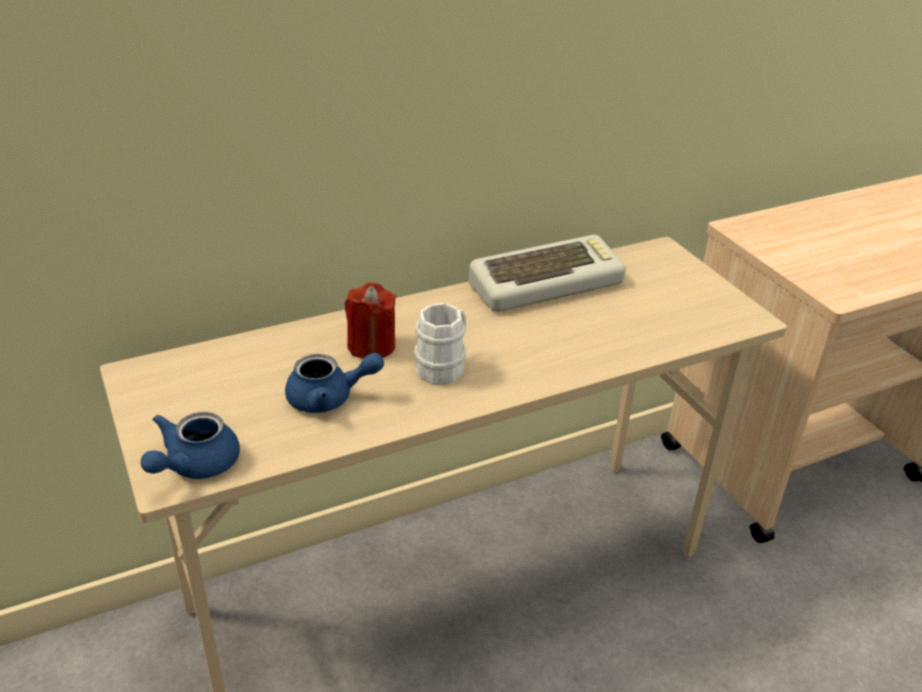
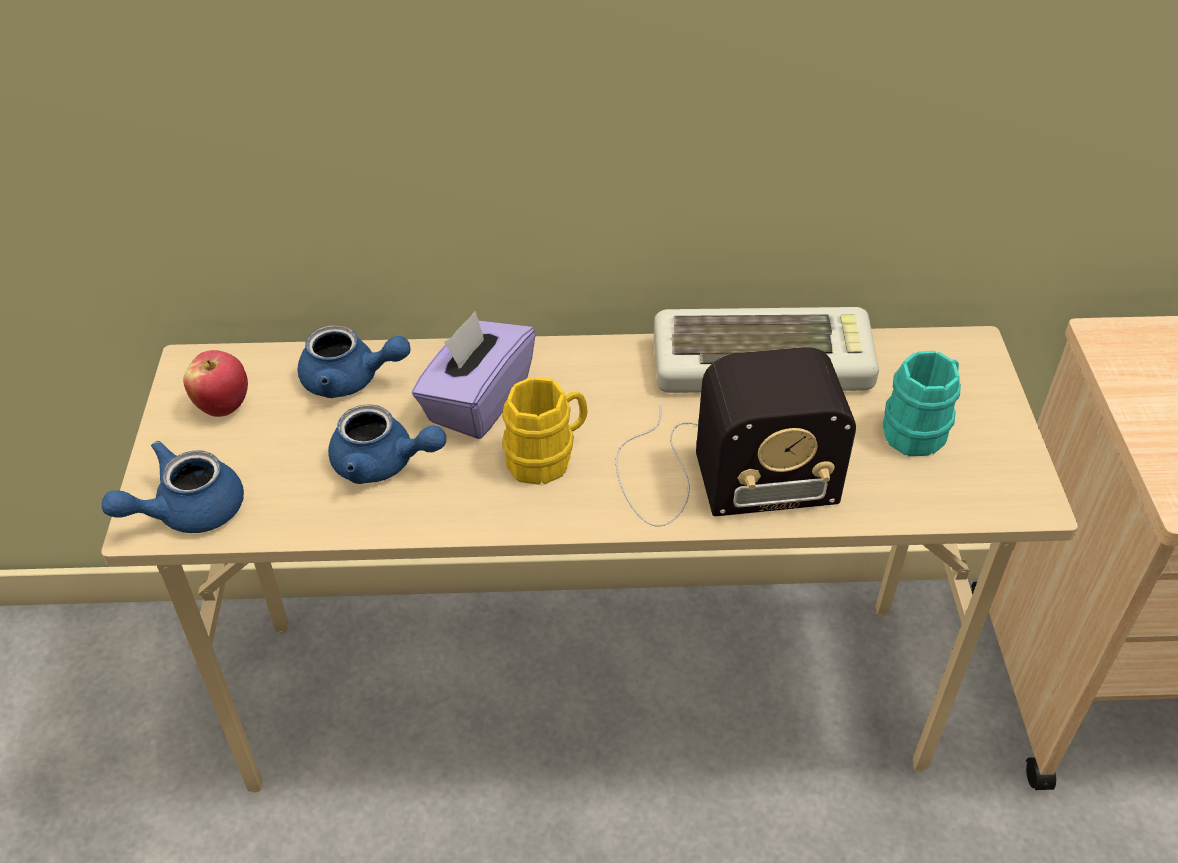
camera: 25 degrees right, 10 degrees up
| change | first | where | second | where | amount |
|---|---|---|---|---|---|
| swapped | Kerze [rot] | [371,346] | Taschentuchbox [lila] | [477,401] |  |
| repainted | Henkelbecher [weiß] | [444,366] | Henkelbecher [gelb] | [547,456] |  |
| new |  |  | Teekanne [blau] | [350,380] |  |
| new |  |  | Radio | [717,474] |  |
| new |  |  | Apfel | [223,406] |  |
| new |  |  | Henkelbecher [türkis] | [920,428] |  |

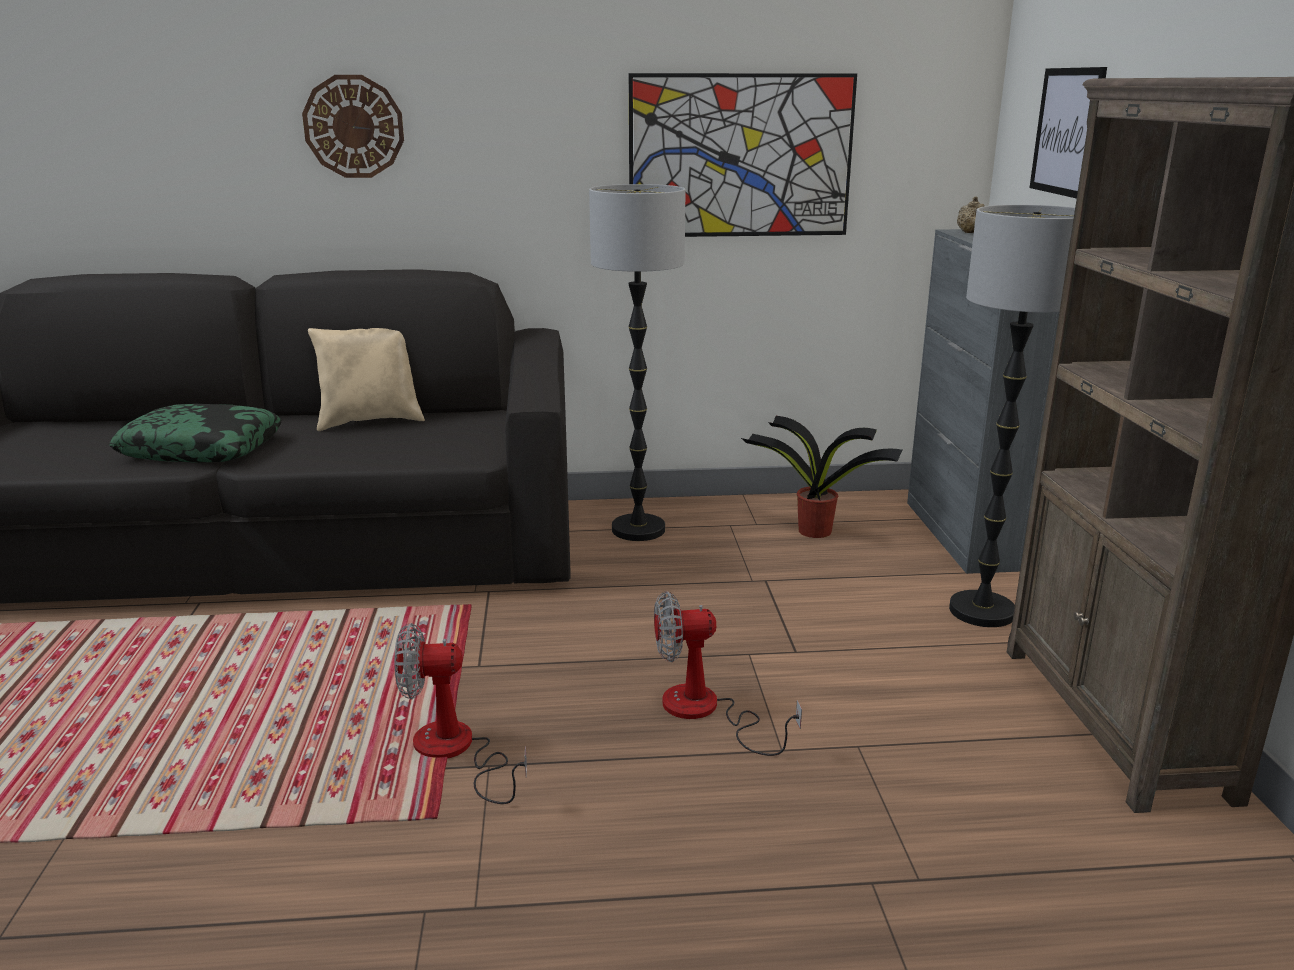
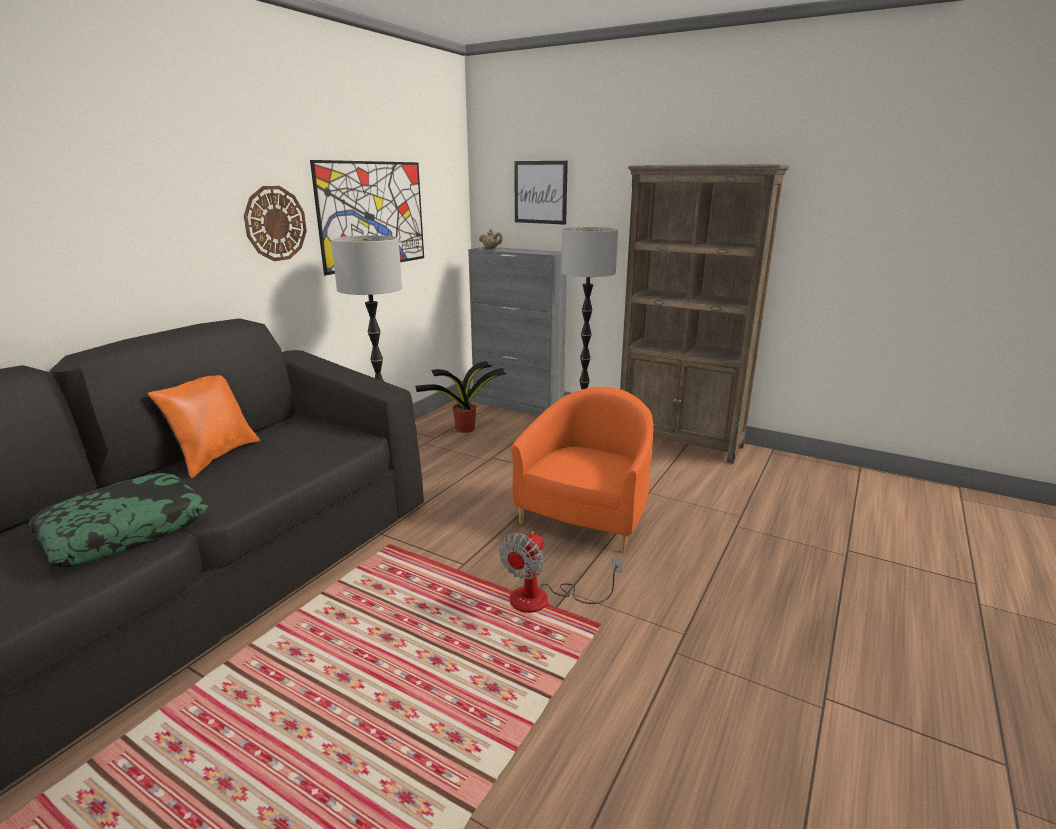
camera: 55 degrees left, 0 degrees up
| change | first | where | second | where | amount |
|---|---|---|---|---|---|
| shifted | Wanduhr | [354,127] |  | [275,223] |  |
| repainted | Kissen [beige] | [371,421] | Kissen [orange] | [215,457] |  |
| swapped | Ventilator | [706,712] | Sessel [orange] | [587,515] |  |

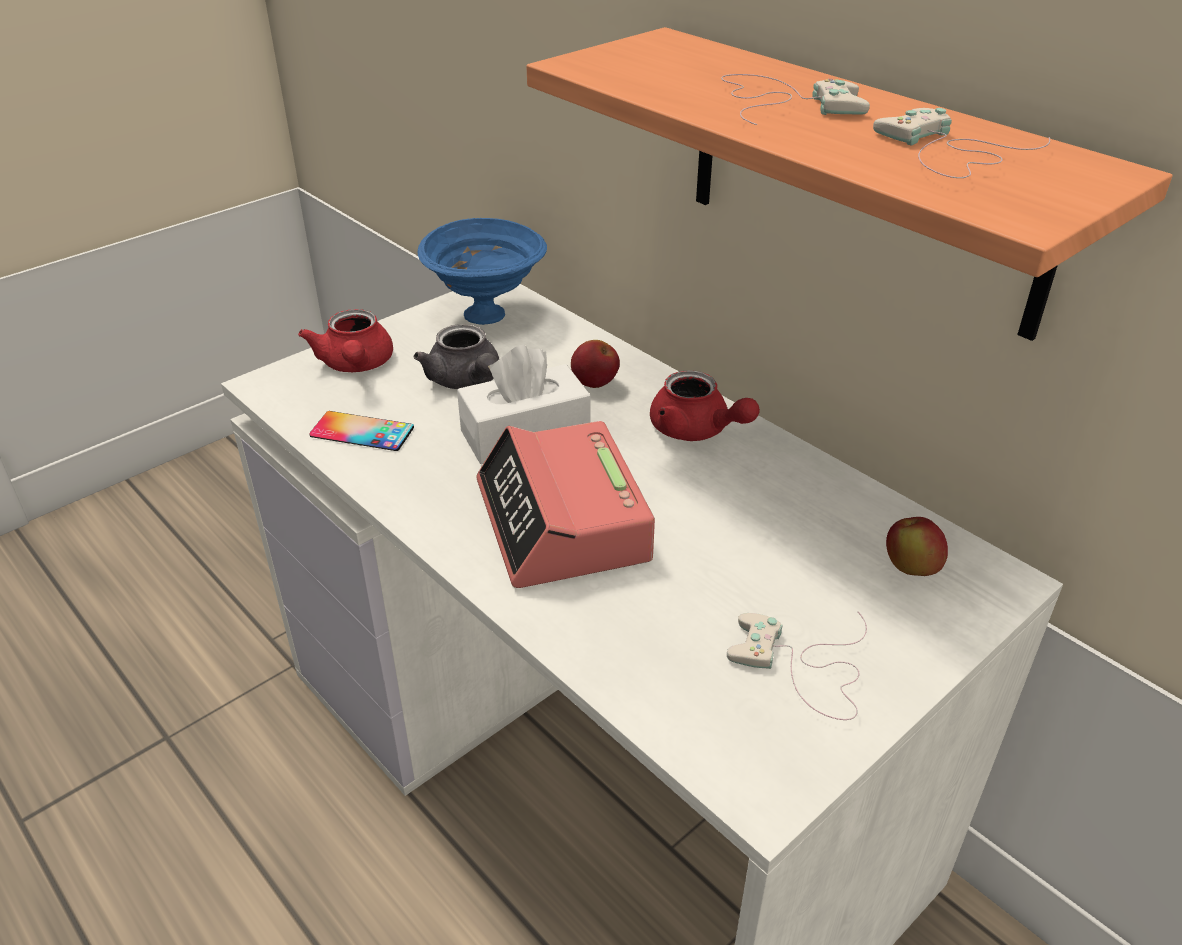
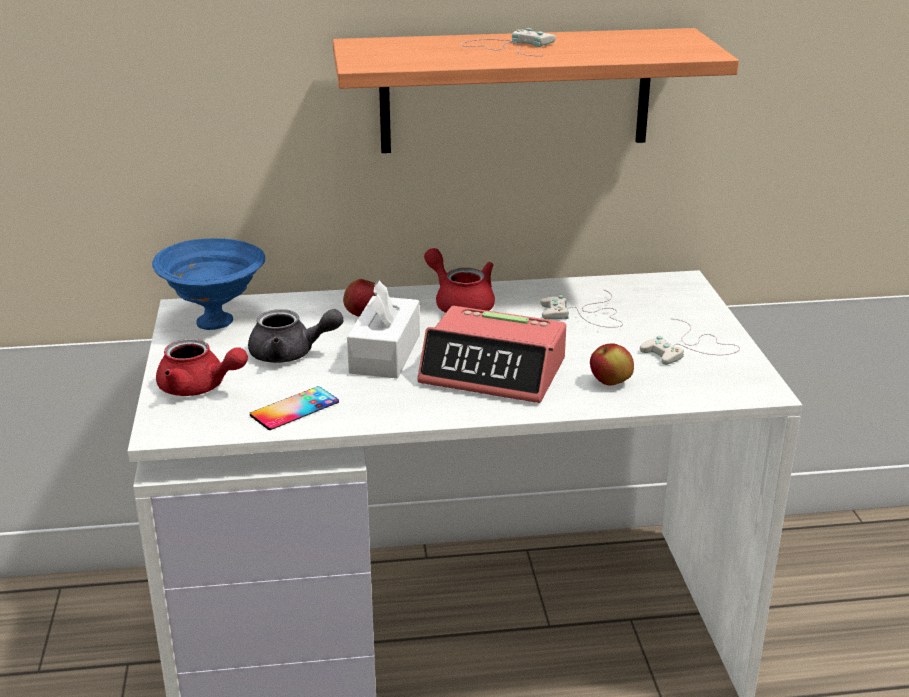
camera: 55 degrees left, 10 degrees down
| change | first | where | second | where | amount |
|---|---|---|---|---|---|
| shifted | Gamepad [weiß] | [948,153] |  | [585,315] |  |
| rotated | Teekanne [rot] | [696,430] |  | [460,303] | 120 degrees counterclockwise |
| shifted | Apfel | [911,569] |  | [610,383] |  |

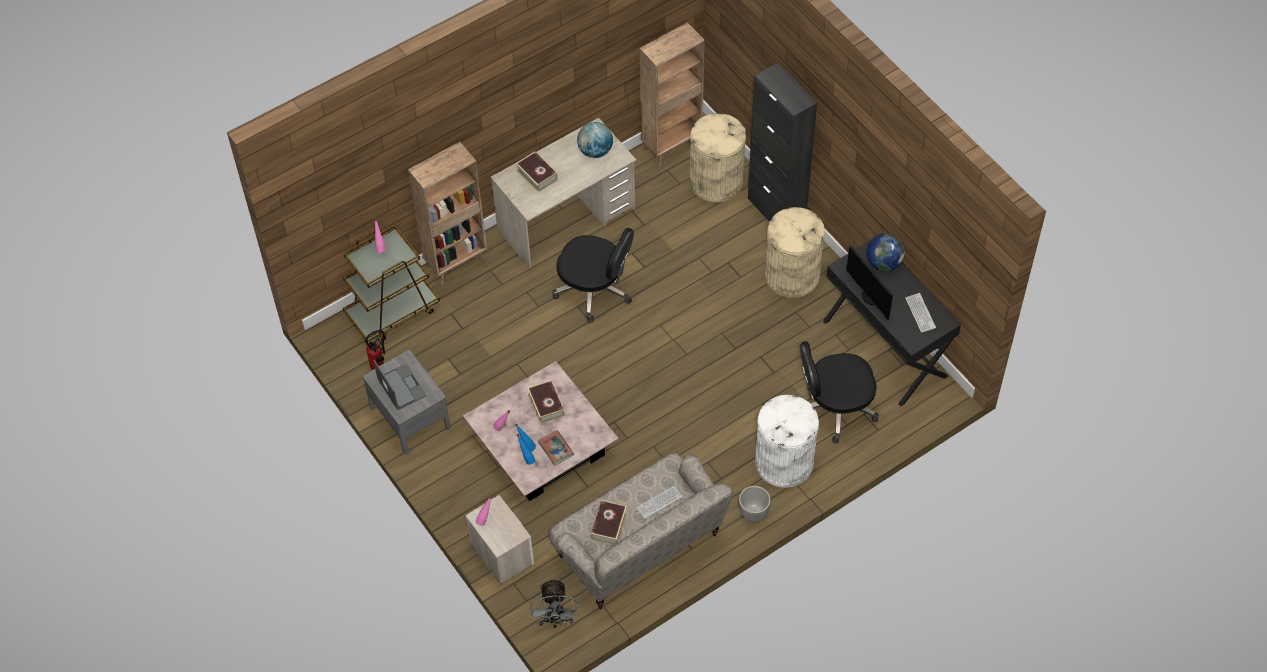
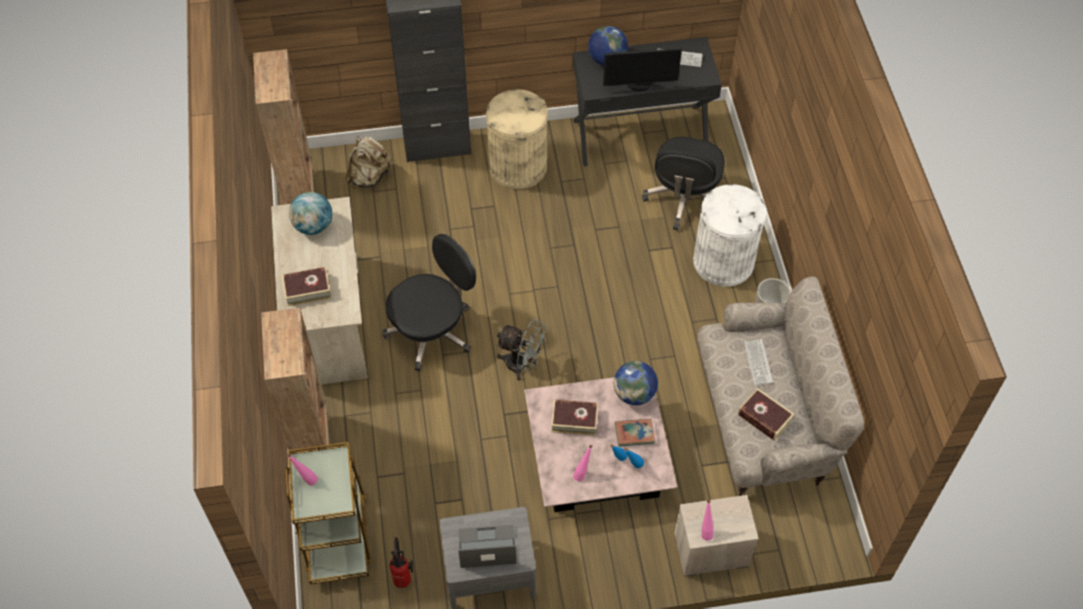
camera: 65 degrees left, 0 degrees up
| change | first | where | second | where | amount |
|---|---|---|---|---|---|
| swapped | Mülleimer [beige] | [716,181] | Rucksack [beige] | [369,177] |  |
| shifted | Ventilator [grau] | [556,620] |  | [522,365] |  |
| new |  |  | Globus | [634,394] |  |

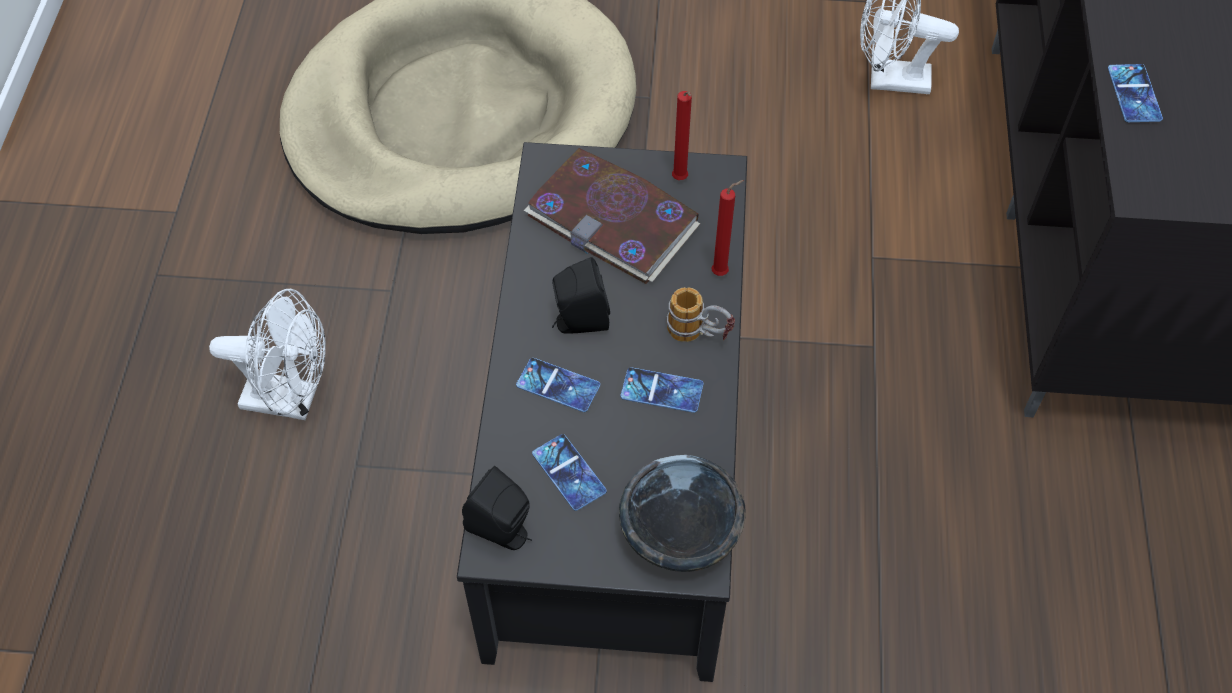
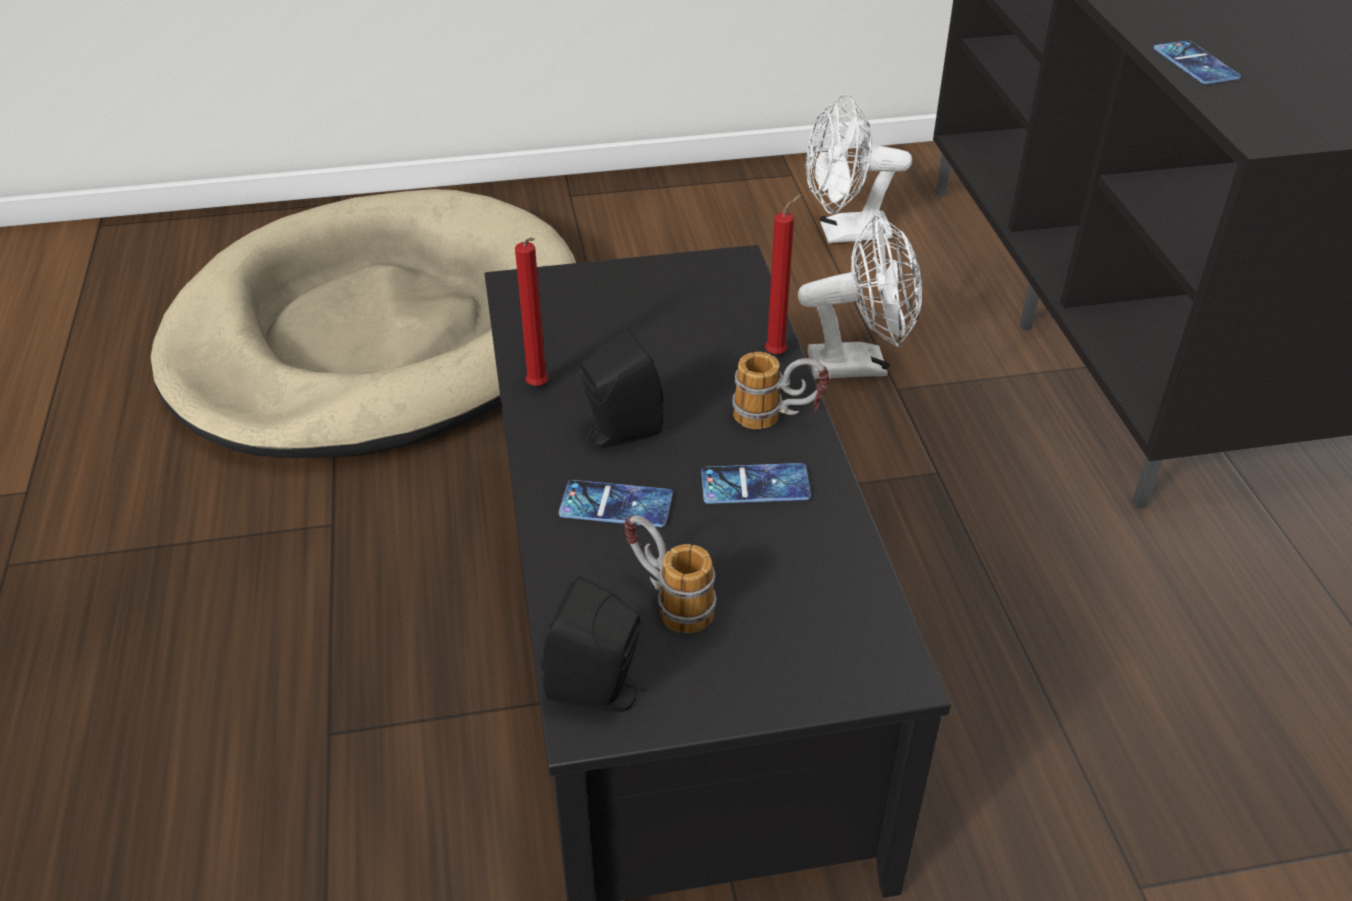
camera: 15 degrees left, 15 degrees down
| change | first | where | second | where | amount |
|---|---|---|---|---|---|
| shifted | Kerze [rot] | [680,180] |  | [539,388] |  |
| gone | Buch | [613,220] |  |  |  |
| shifted | Ventilator [weiß] | [291,399] |  | [860,364] |  |
| swapped | Handy | [569,472] | Henkelbecher | [667,600] |  |
| gone | Schüssel [schwarz] | [680,532] |  |  |  |

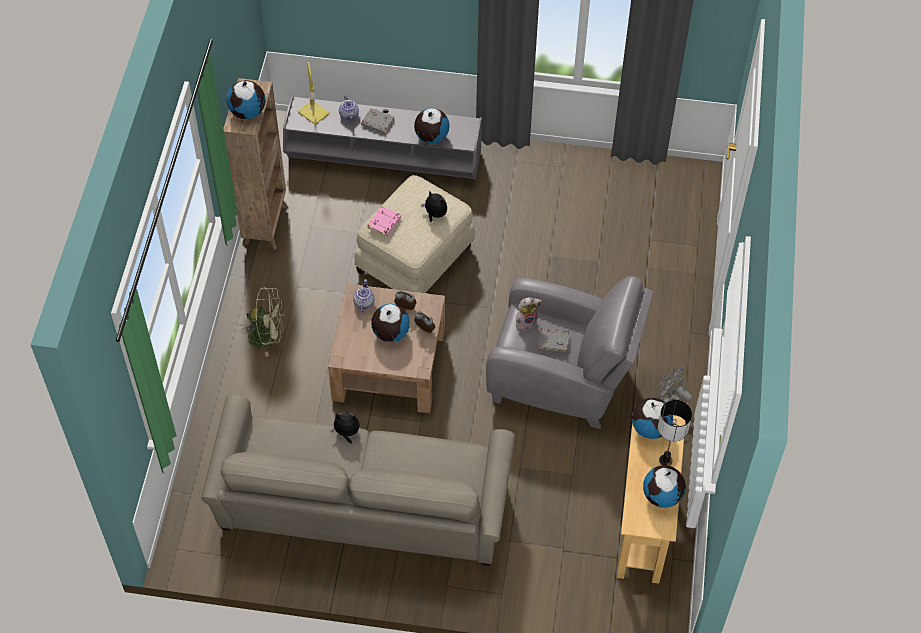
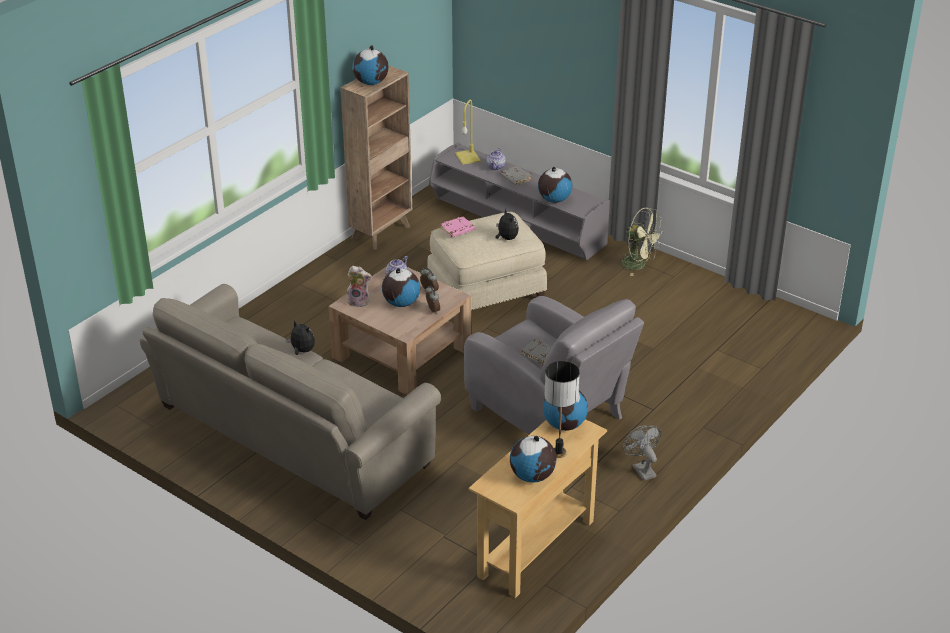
camera: 30 degrees right, 20 degrees down
| change | first | where | second | where | amount |
|---|---|---|---|---|---|
| shifted | Ventilator [grün] | [267,337] |  | [639,265] |  |
| shifted | Plüschtier | [526,322] |  | [359,301] |  |

